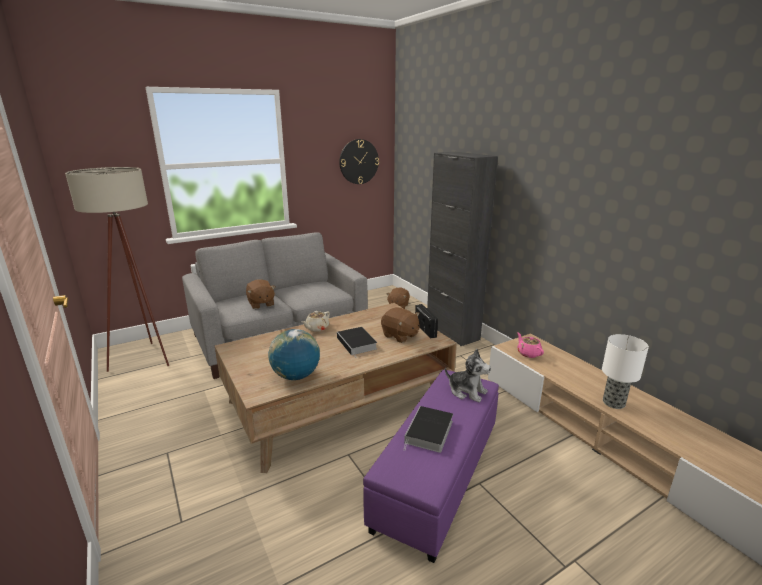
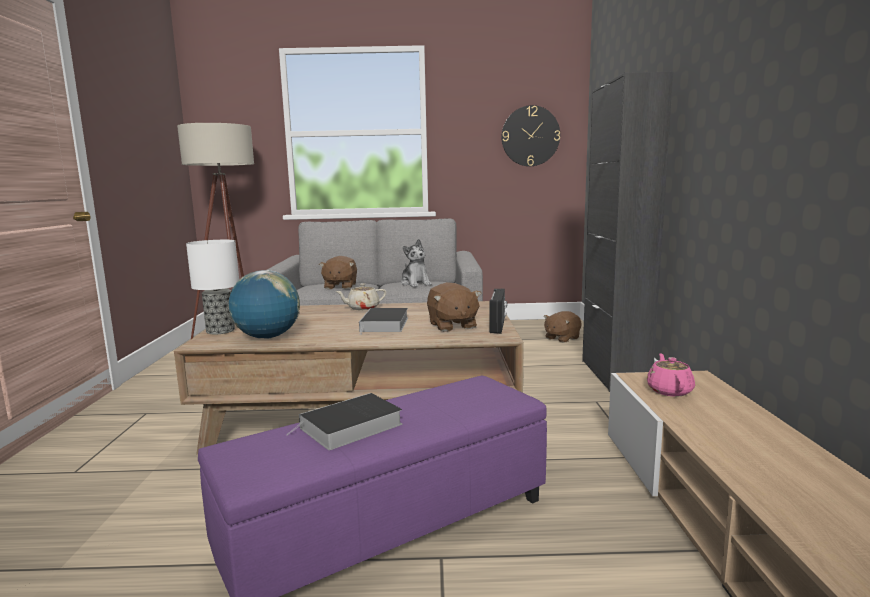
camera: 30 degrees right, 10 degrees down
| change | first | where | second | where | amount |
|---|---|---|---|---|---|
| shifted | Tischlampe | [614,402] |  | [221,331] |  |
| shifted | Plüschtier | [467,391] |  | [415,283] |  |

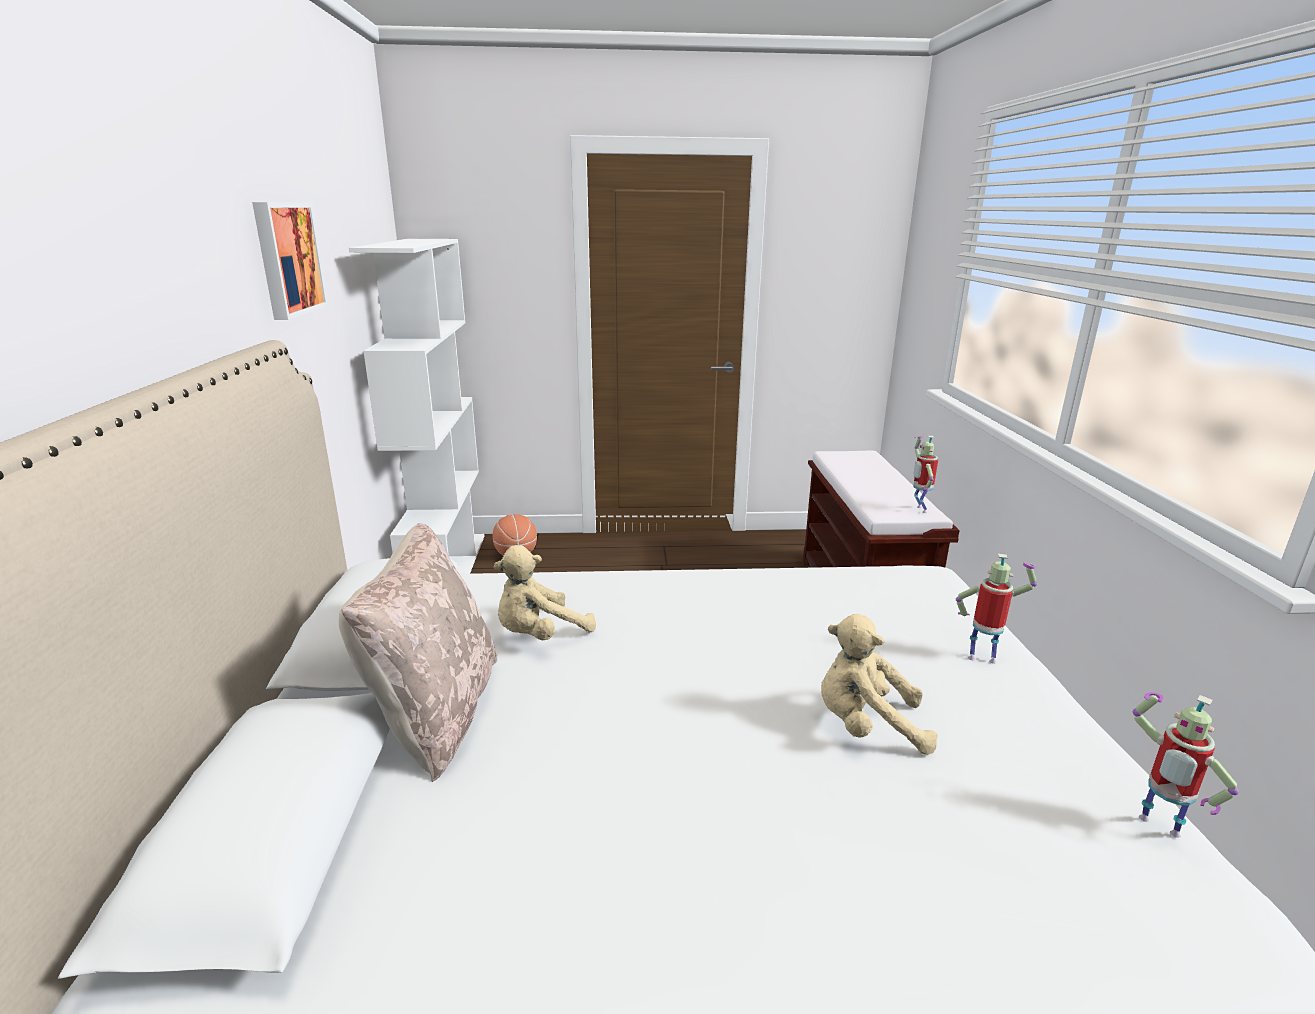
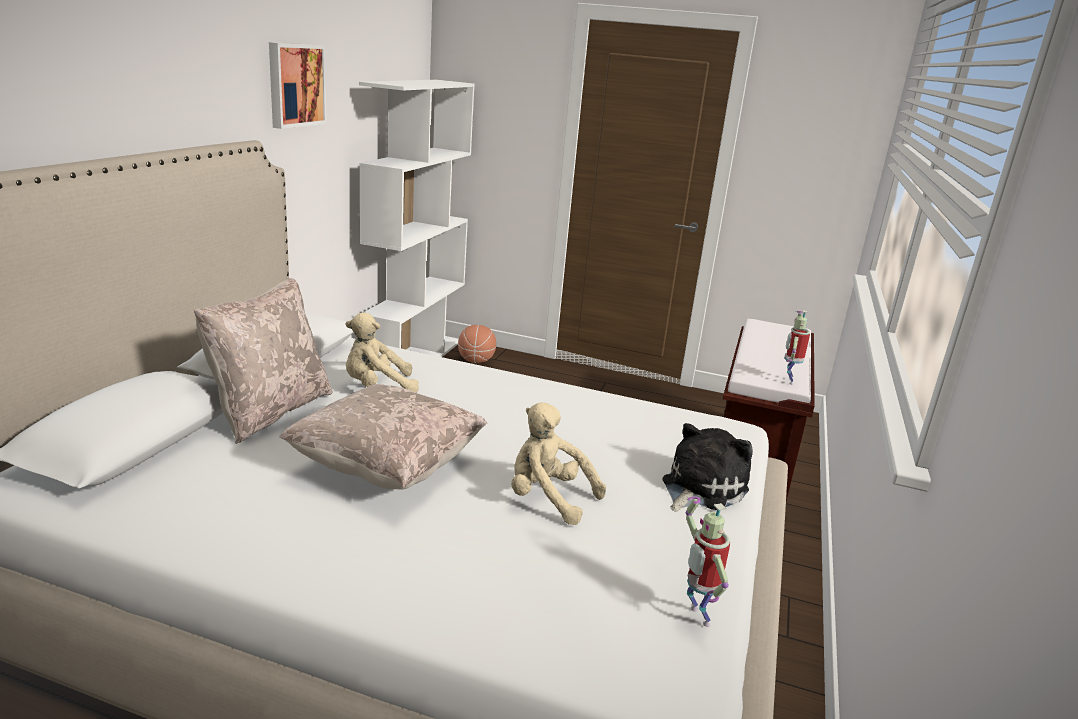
camera: 20 degrees right, 0 degrees up
| change | first | where | second | where | amount |
|---|---|---|---|---|---|
| swapped | Spielzeugroboter | [982,657] | Plüschtier | [700,488] |  |
| new |  |  | Kissen [beige] | [386,468] |  |

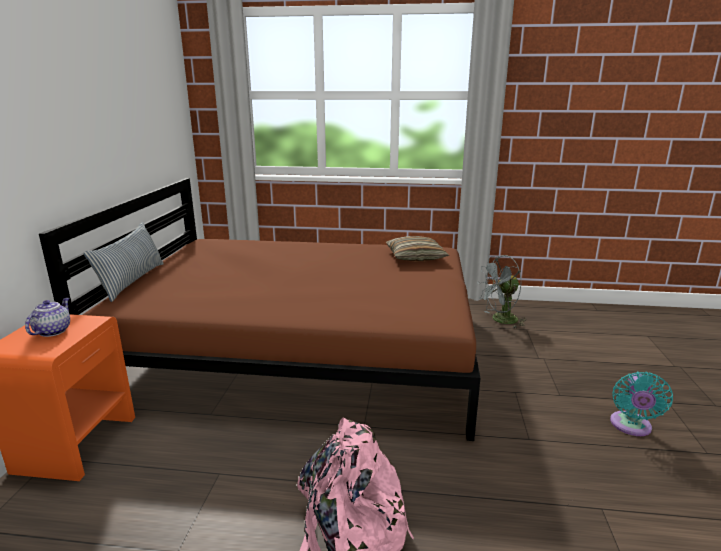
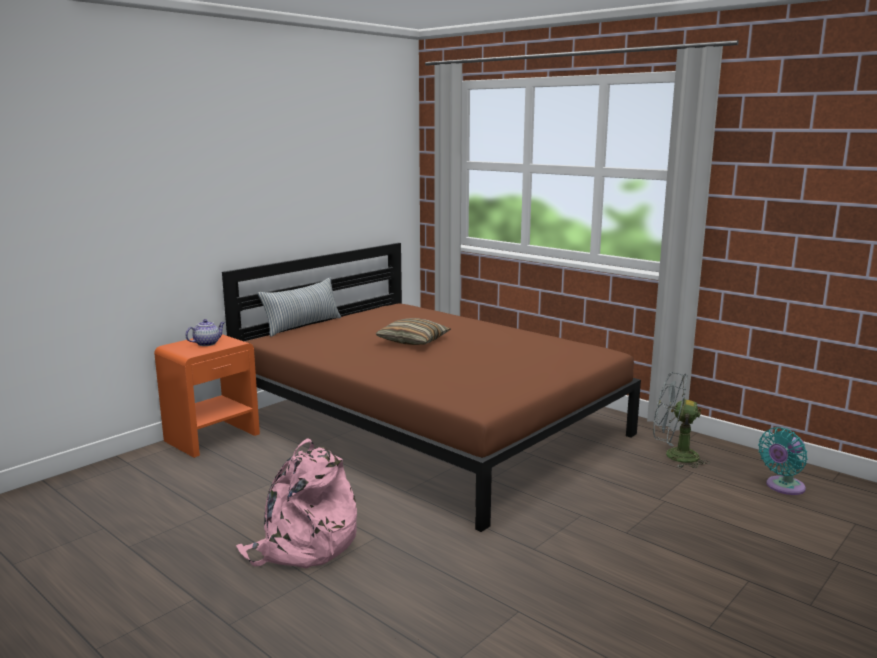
camera: 35 degrees right, 5 degrees down
| change | first | where | second | where | amount |
|---|---|---|---|---|---|
| shifted | Kissen | [415,257] |  | [413,341] |  |
| shifted | Ventilator [türkis] | [631,427] |  | [783,487] |  |

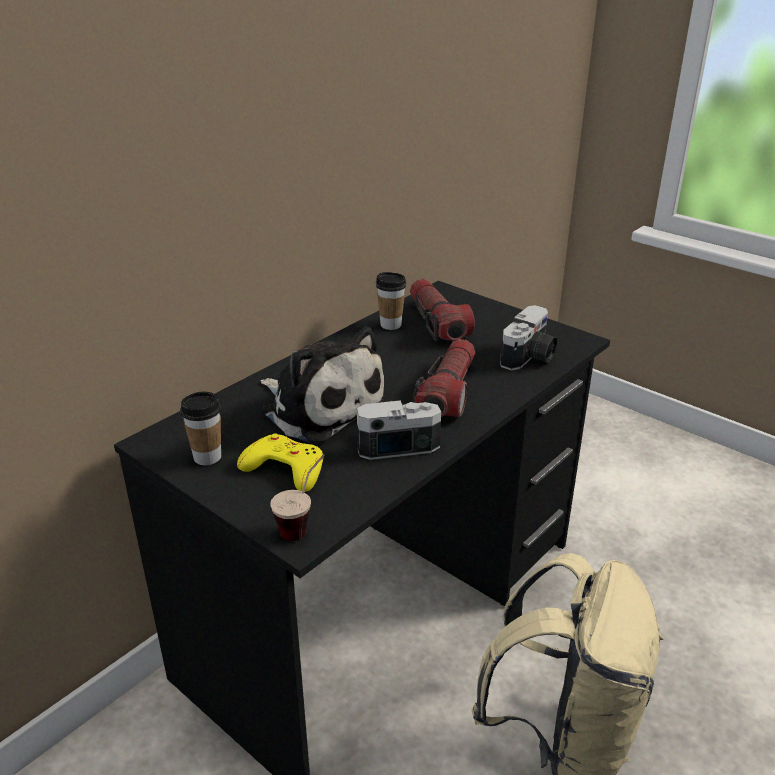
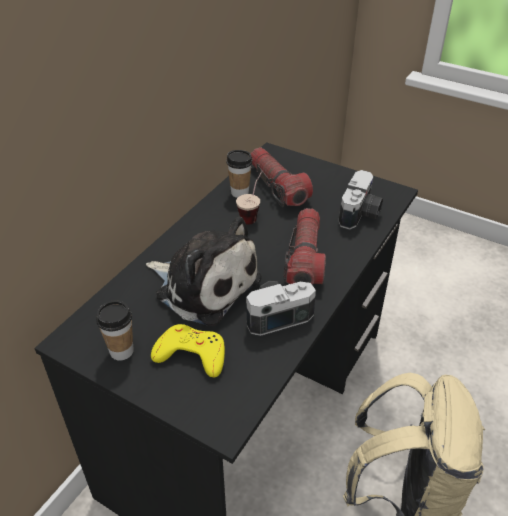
camera: 10 degrees left, 10 degrees up
| change | first | where | second | where | amount |
|---|---|---|---|---|---|
| shifted | Tasse | [303,524] |  | [252,214] |  |

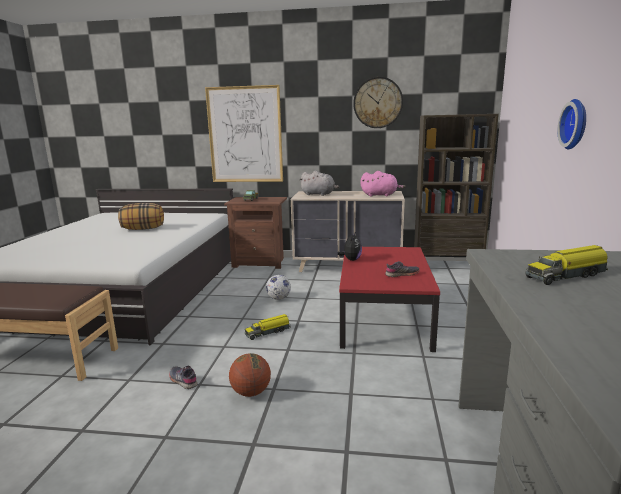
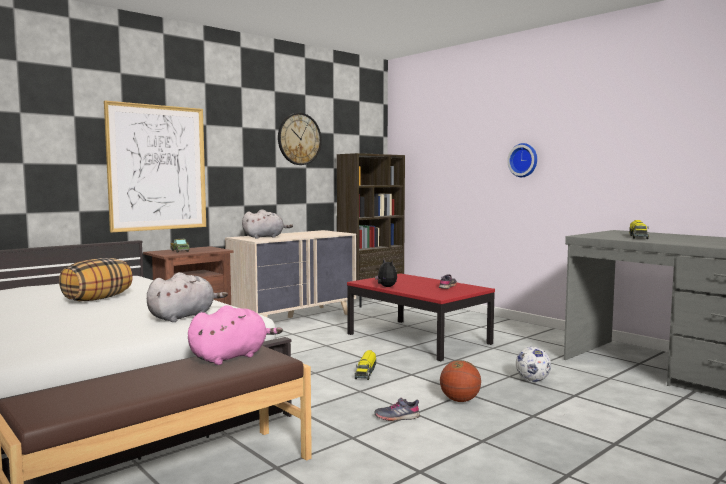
camera: 50 degrees left, 10 degrees down
| change | first | where | second | where | amount |
|---|---|---|---|---|---|
| shifted | Plüschtier [rosa] | [380,195] |  | [231,357] |  |
| shifted | Fußball | [278,298] |  | [532,380] |  |
| new |  |  | Plüschtier [grau] | [184,317] |  |

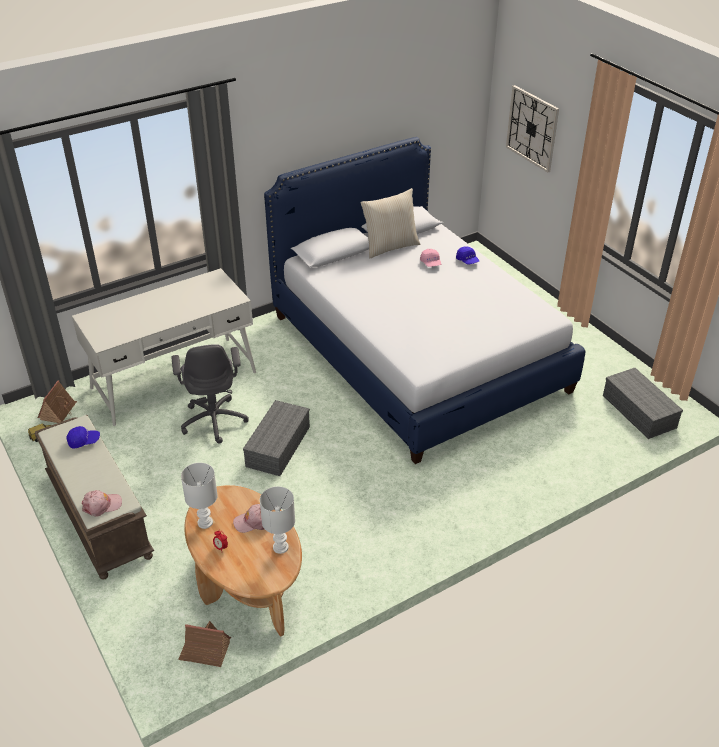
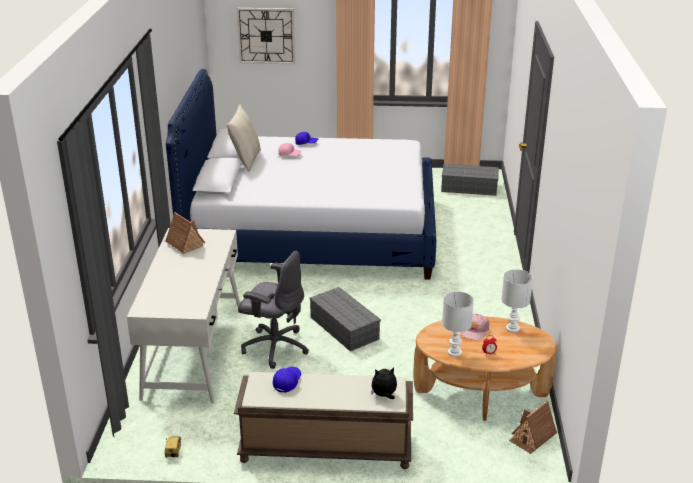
camera: 55 degrees left, 10 degrees down
| change | first | where | second | where | amount |
|---|---|---|---|---|---|
| shifted | Spielzeughaus | [58,411] |  | [184,244] |  |
| swapped | Kappe [rosa] | [102,505] | Plüschtier | [384,395] |  |

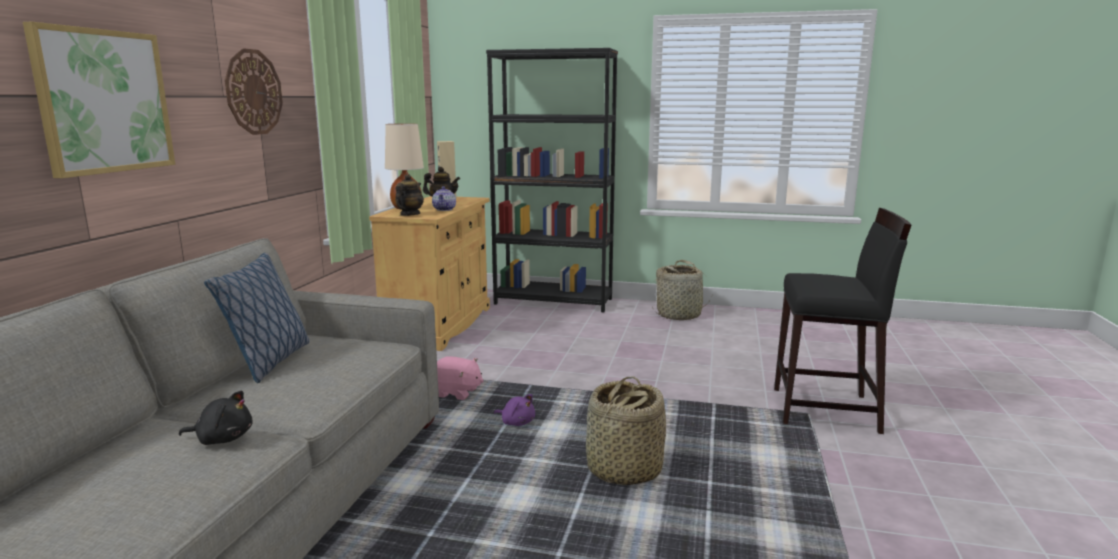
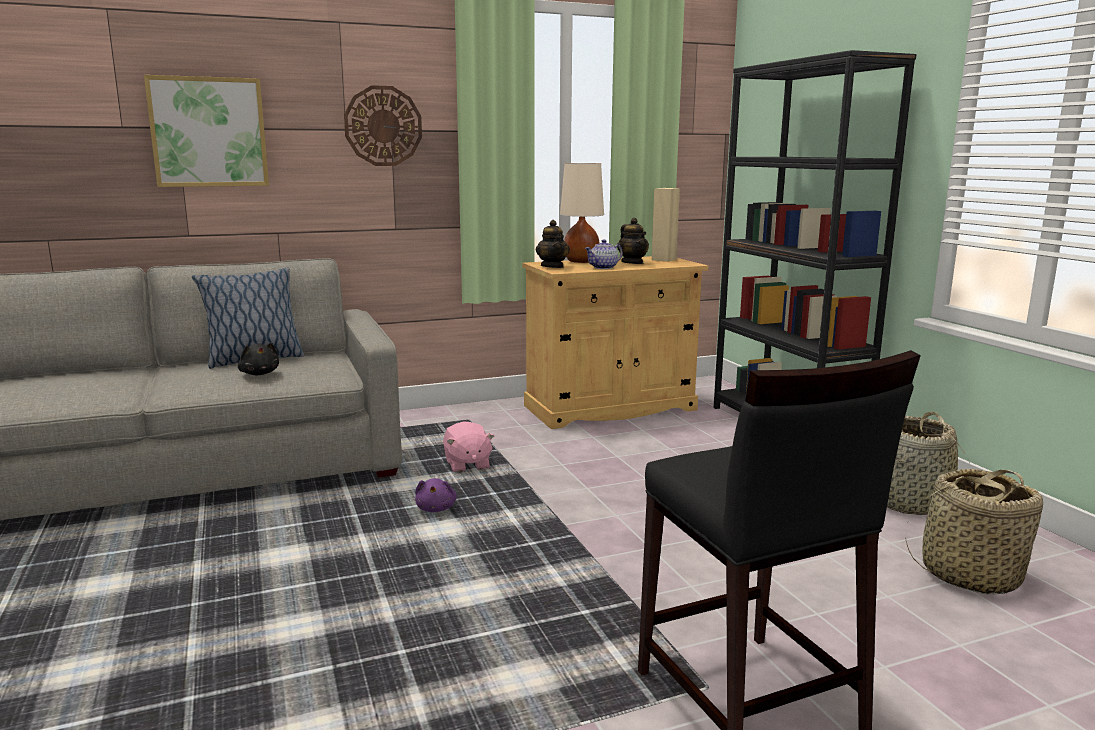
camera: 55 degrees right, 0 degrees up
| change | first | where | second | where | amount |
|---|---|---|---|---|---|
| rotated | Teekanne | [409,215] |  | [552,266] | 90 degrees clockwise |
| shifted | Korb | [623,469] |  | [969,575] |  |
| shifted | Plüschtier [schwarz] | [222,439] |  | [259,374] |  |

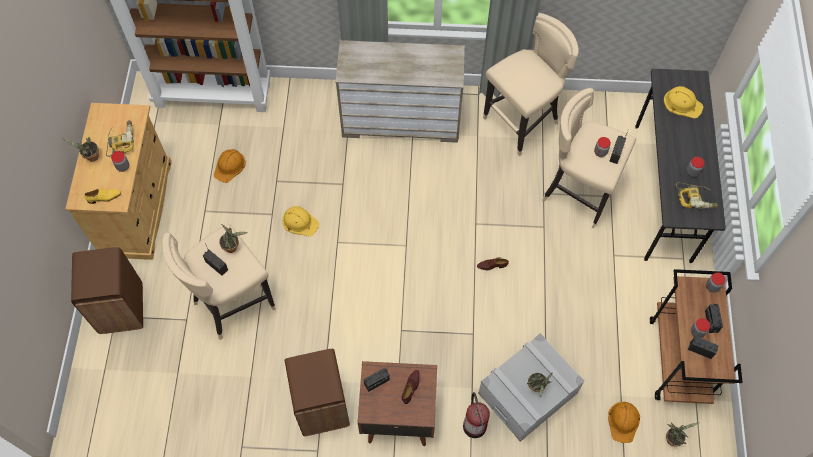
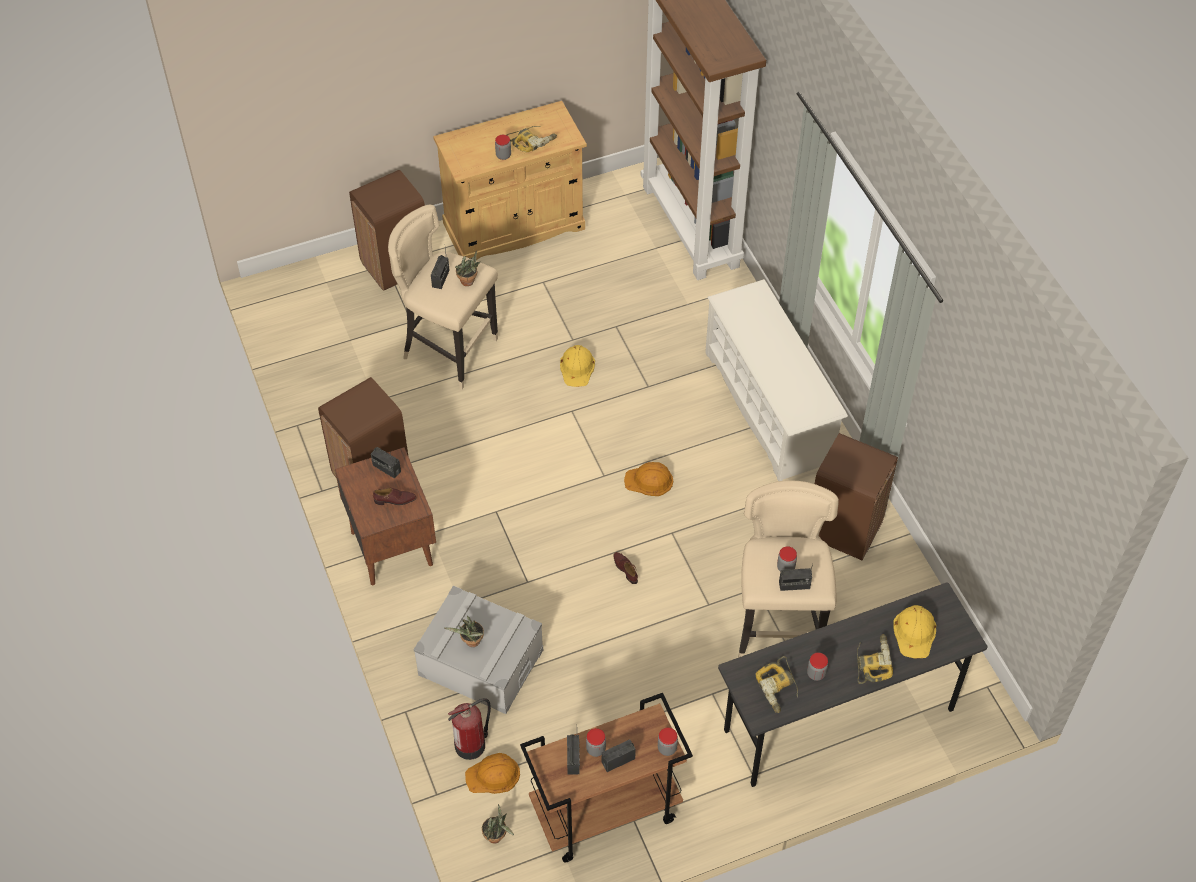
camera: 65 degrees right, 10 degrees down
| change | first | where | second | where | amount |
|---|---|---|---|---|---|
| swapped | Hocker [beige] | [522,123] | Mülleimer [braun] | [844,530] |  |
| swapped | Kommode [beige] | [401,119] | Schuhregal [weiß] | [769,407] |  |
| gone | Topfpflanze | [91,157] |  |  |  |
| shifted | Schutzhelm [orange] | [229,166] |  | [649,481] |  |
| gone | Schuh [gelb] | [104,197] |  |  |  |
| shifted | Feuerlöscher | [474,424] |  | [472,744] |  |
| new |  |  | Bohrmaschine | [872,662] |  |

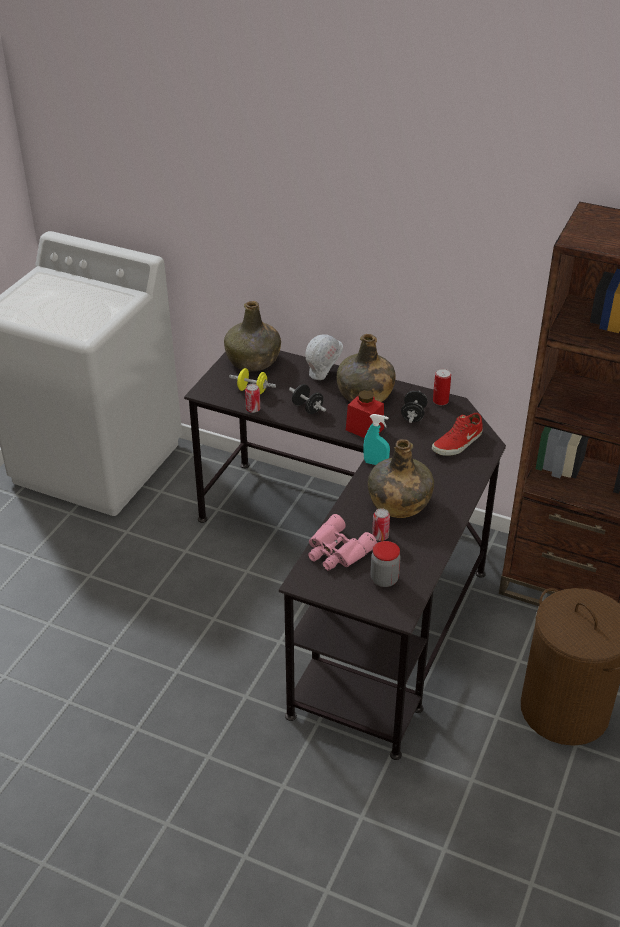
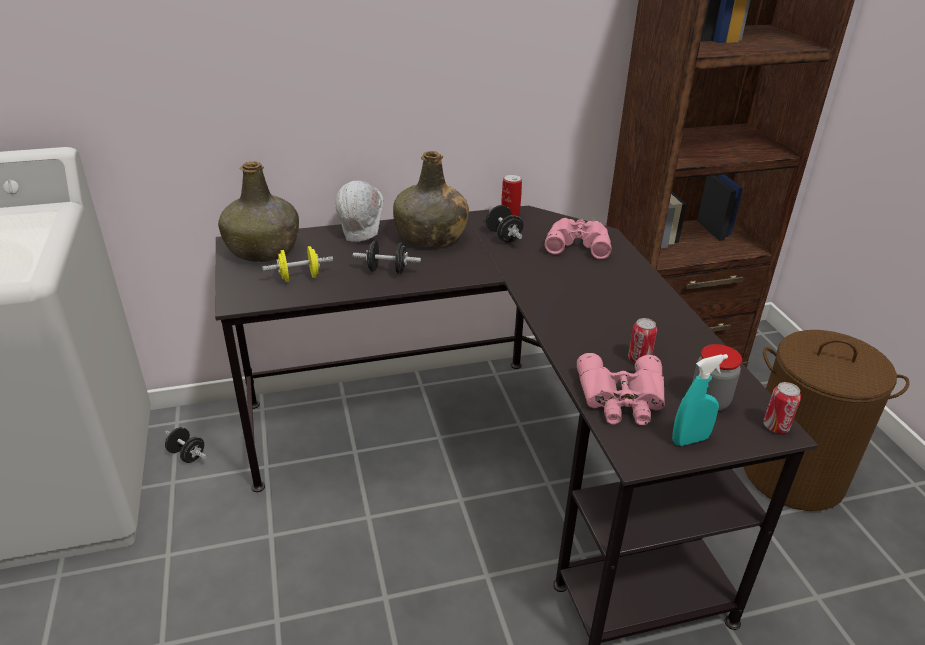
camera: 40 degrees left, 5 degrees down
| change | first | where | second | where | amount |
|---|---|---|---|---|---|
| shifted | Dose | [253,409] |  | [775,426] |  |
| gone | Vorratsglas [rot] | [364,429] |  |  |  |
| swapped | Schuh [rot] | [458,443] | Fernglas [rosa] | [577,243] |  |
| shifted | Sprühflasche [türkis] | [375,463] |  | [690,439] |  |
| gone | Flasche [grün] | [398,503] |  |  |  |
| new |  |  | Hantel [schwarz] | [187,454] |  |

